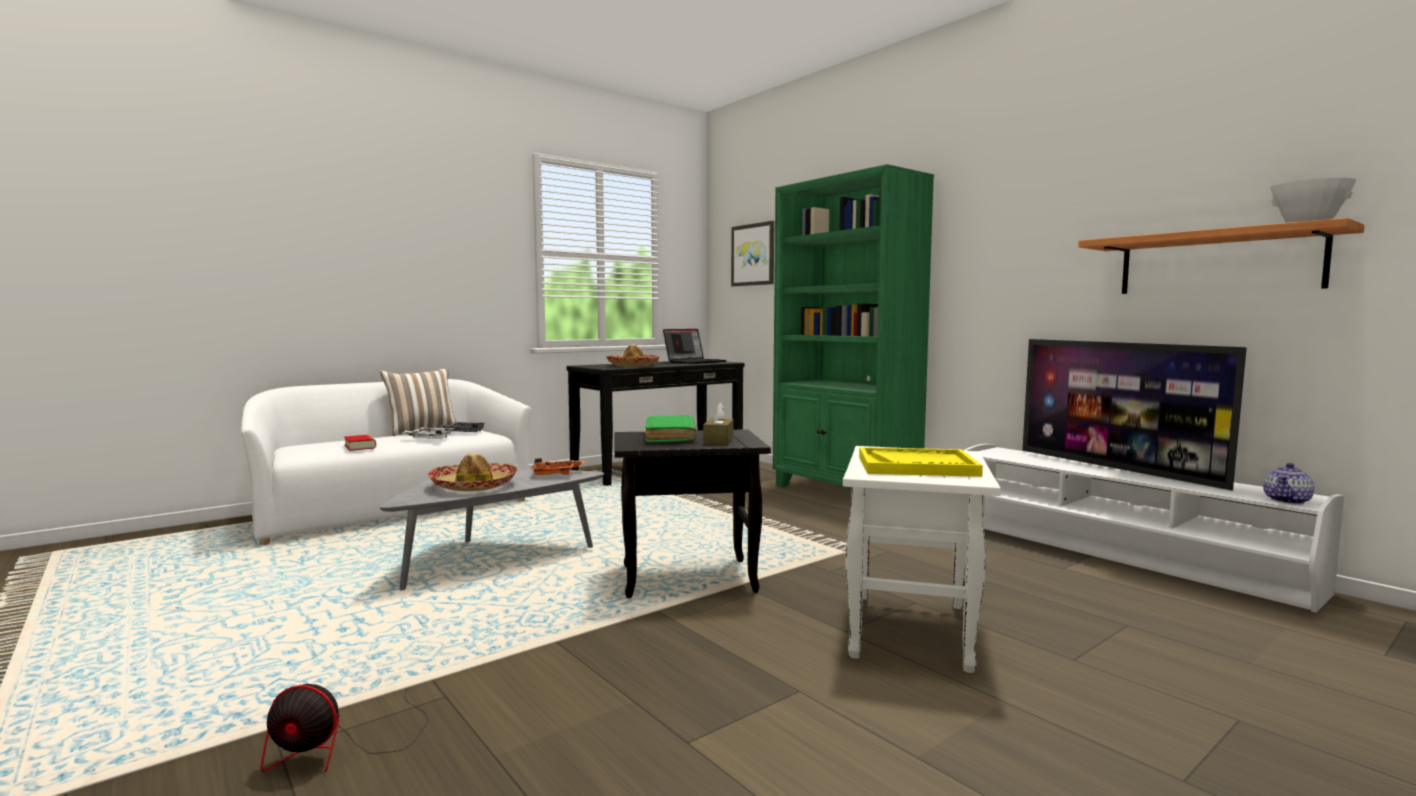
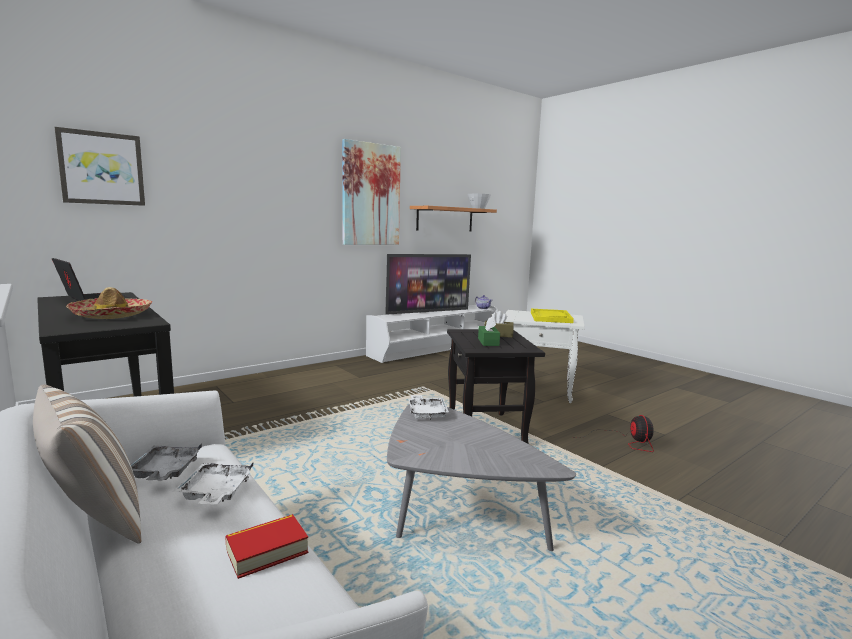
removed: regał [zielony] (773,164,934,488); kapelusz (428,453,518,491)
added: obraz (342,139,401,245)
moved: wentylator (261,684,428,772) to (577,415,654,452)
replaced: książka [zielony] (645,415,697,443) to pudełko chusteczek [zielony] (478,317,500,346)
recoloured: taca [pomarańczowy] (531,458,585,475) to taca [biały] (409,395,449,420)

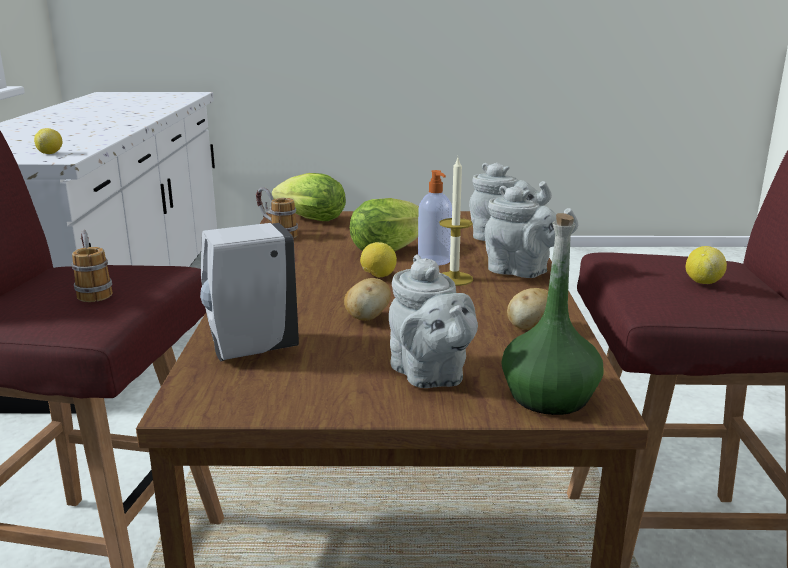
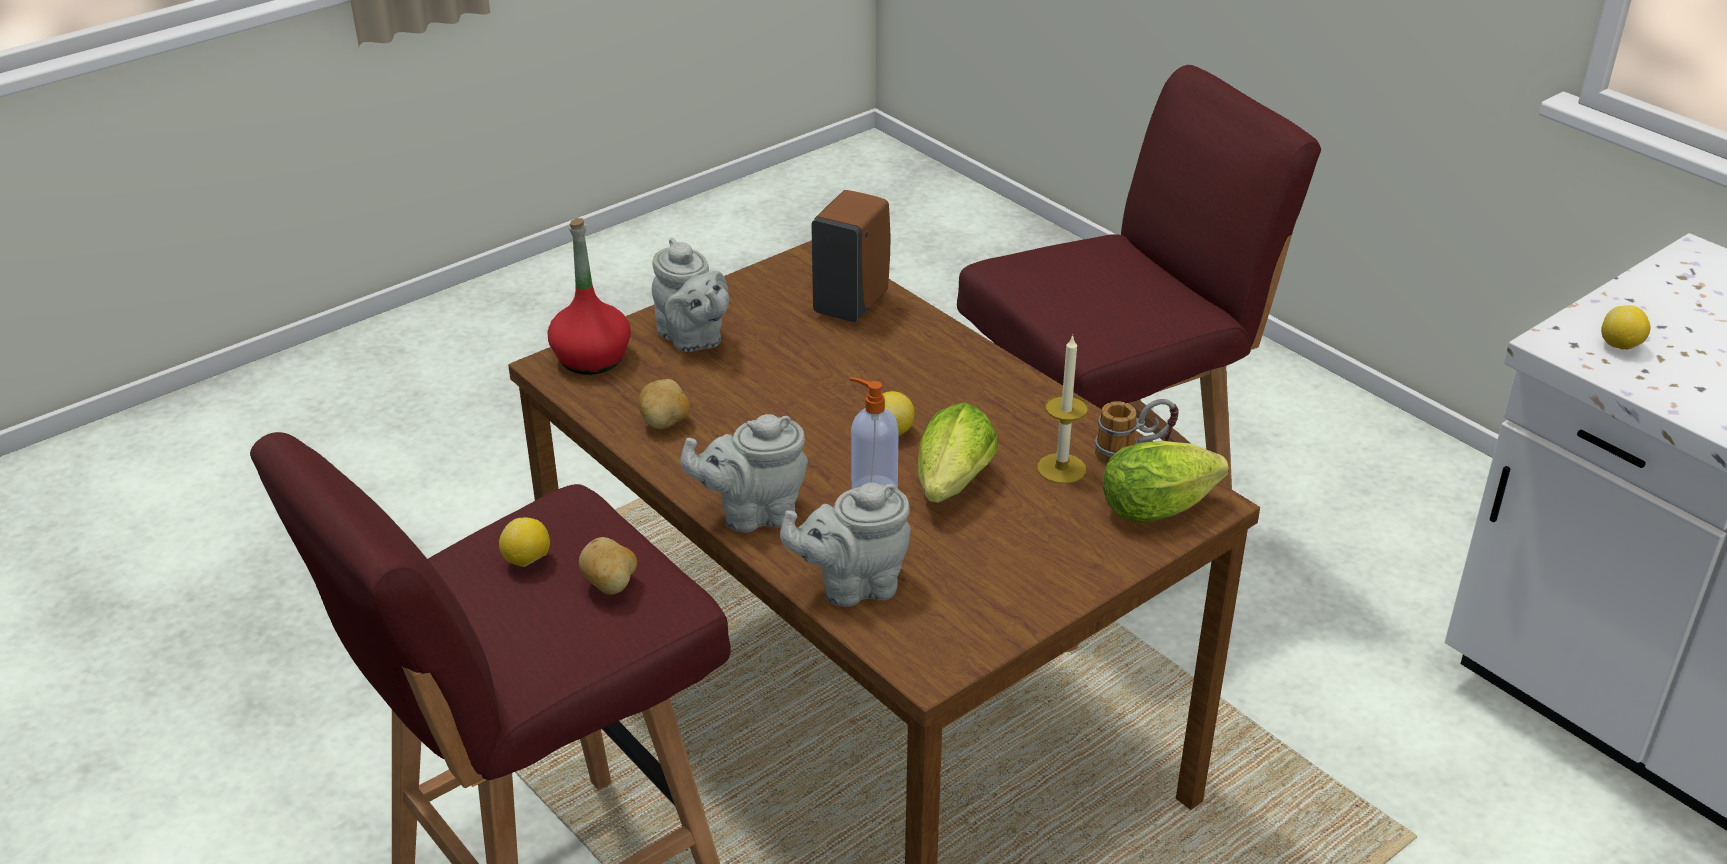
removed: kubek (71,230,113,302)
moved: świeca (439,158,473,286) to (1037,335,1088,484); ziemniak (344,278,391,321) to (579,537,637,595)
recoloured: butelka [zielony] (502,213,604,415) to butelka [czerwony] (547,218,631,375); dozownik mydła [biały] (200,223,299,361) to dozownik mydła [brązowy] (811,190,890,322)
turned: imbryk [szary] (389,254,478,388) = (652,237,729,352) 150 degrees counterclockwise

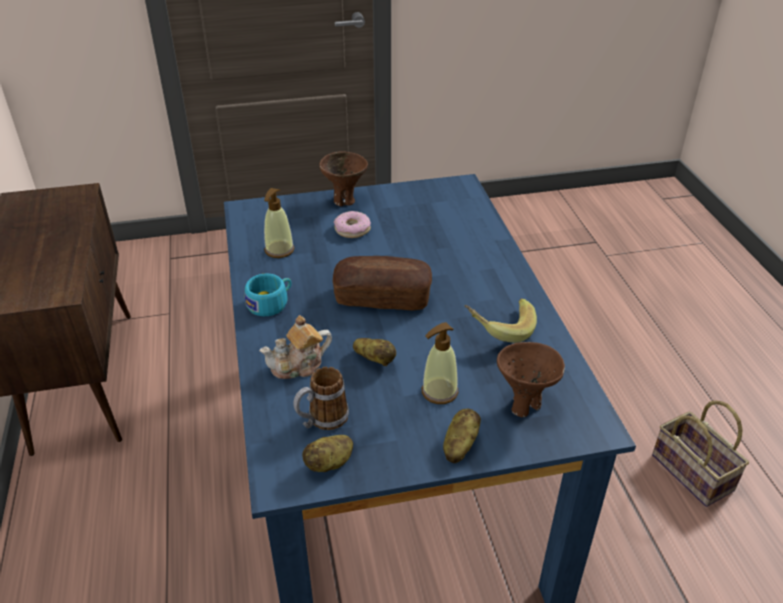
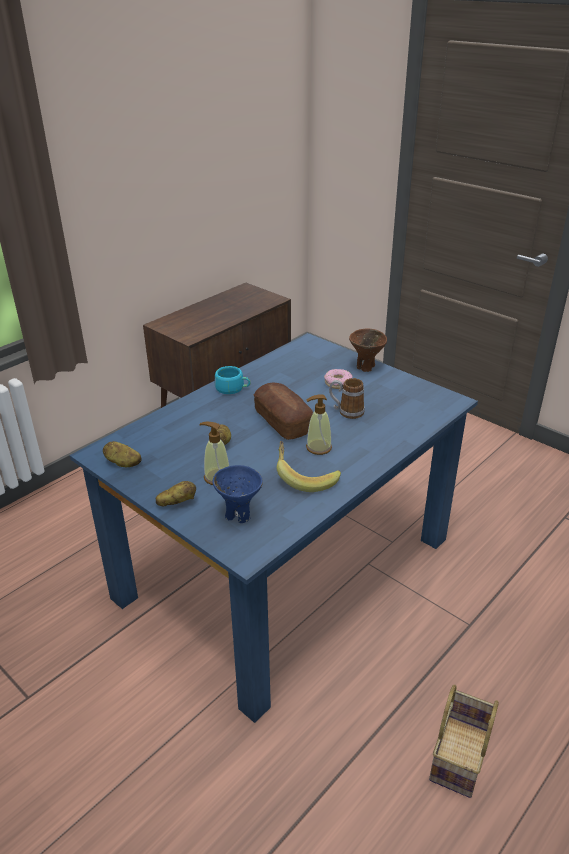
removed: imbryk (259,315,332,379)
moved: dozownik mydła (264,188,294,258) to (306,394,332,455); kubek (293,367,349,430) to (329,378,365,419)
recoloured: miska [brązowy] (497,342,565,417) to miska [niebieski] (212,465,263,523)

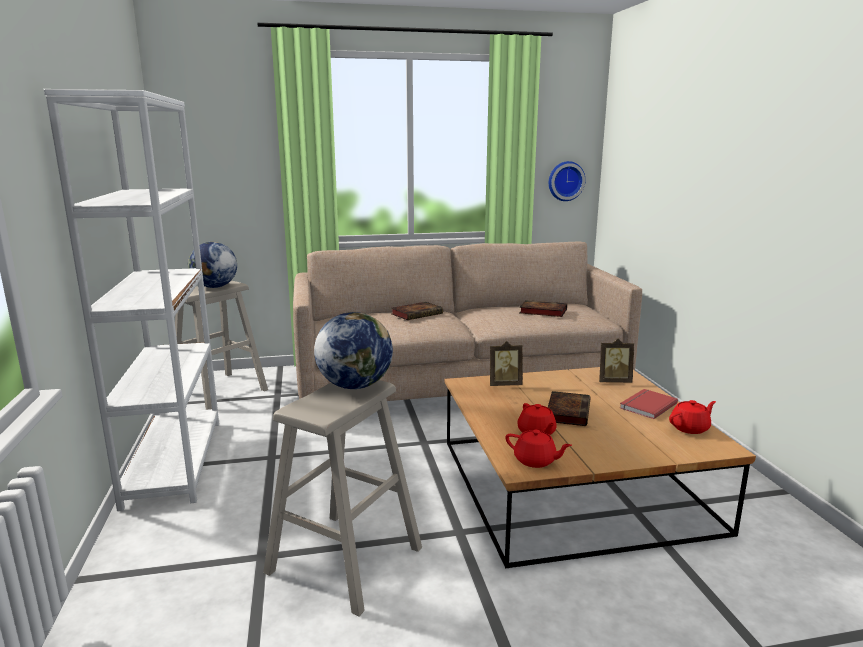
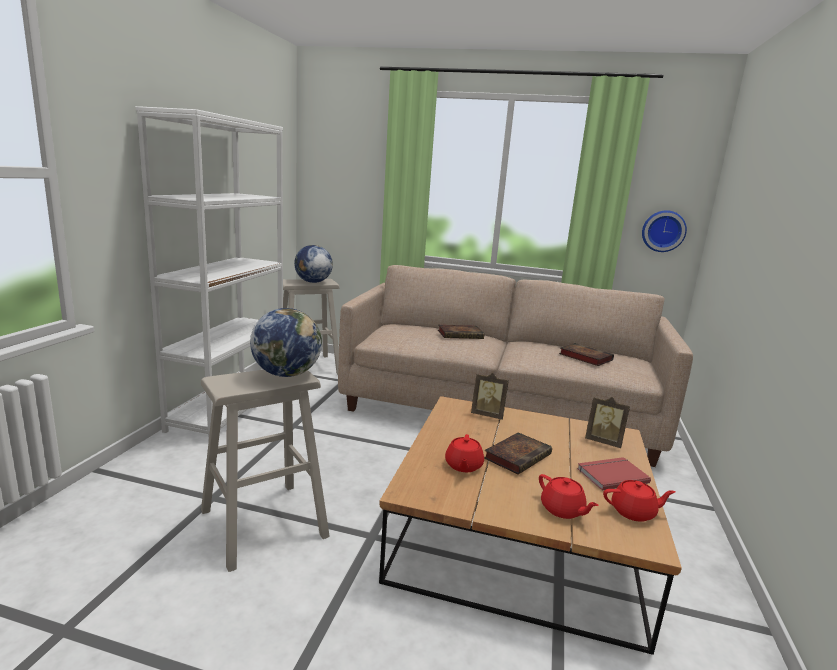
moved: imbryk [czerwony] (505,430,572,468) to (539,474,599,519)

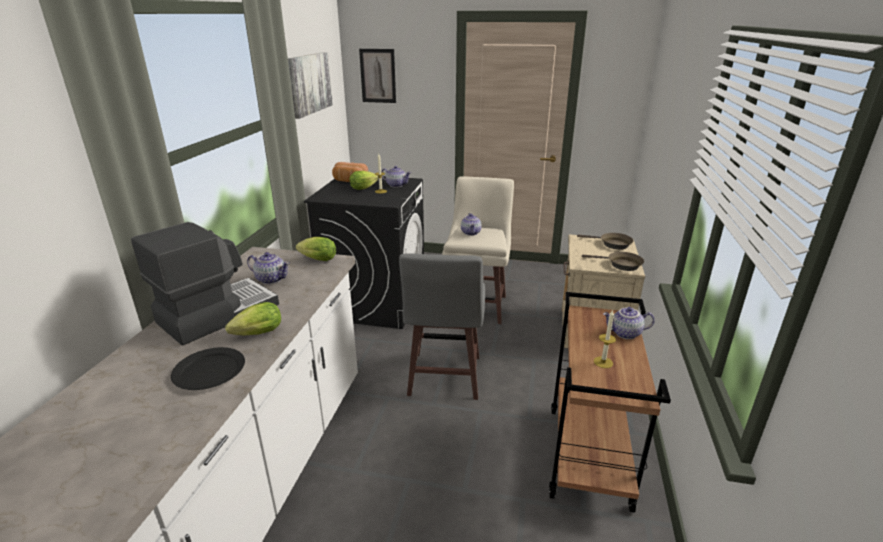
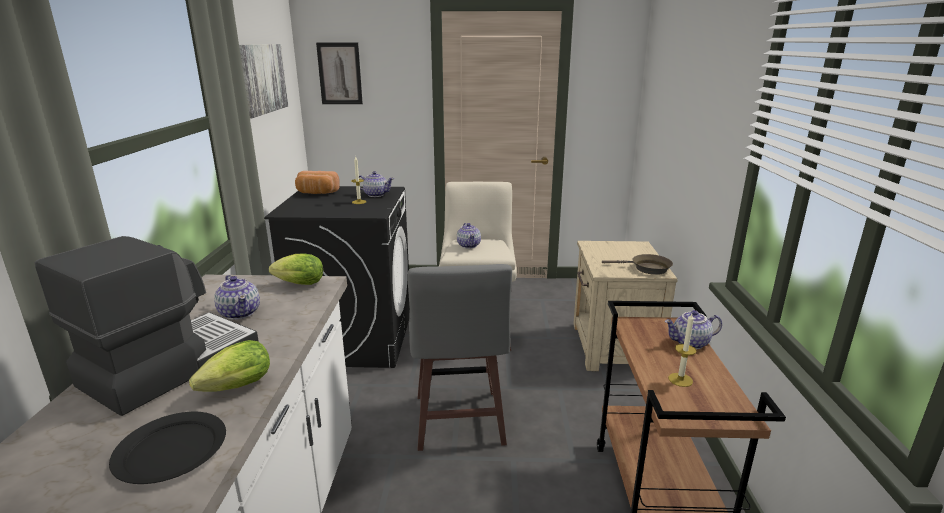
removed: sałata (350,171,378,190); patelnia [brązowy] (577,233,633,250)
turned: imbryk (247,252,290,284) = (214,275,260,320) 45 degrees clockwise

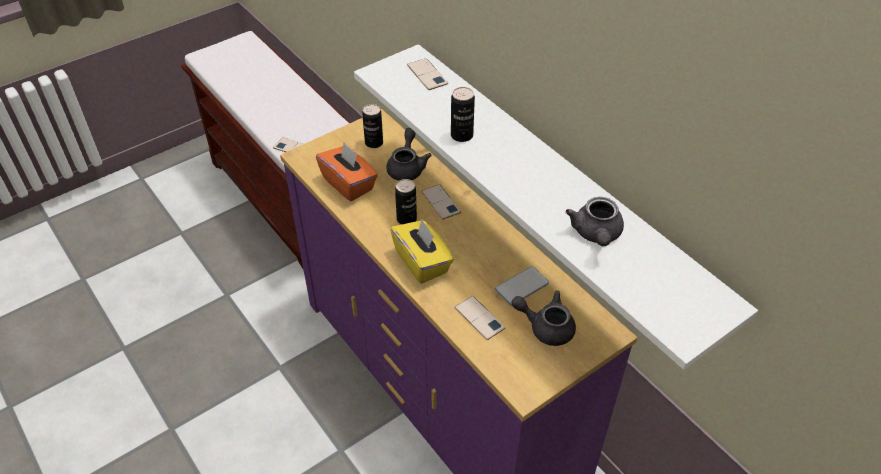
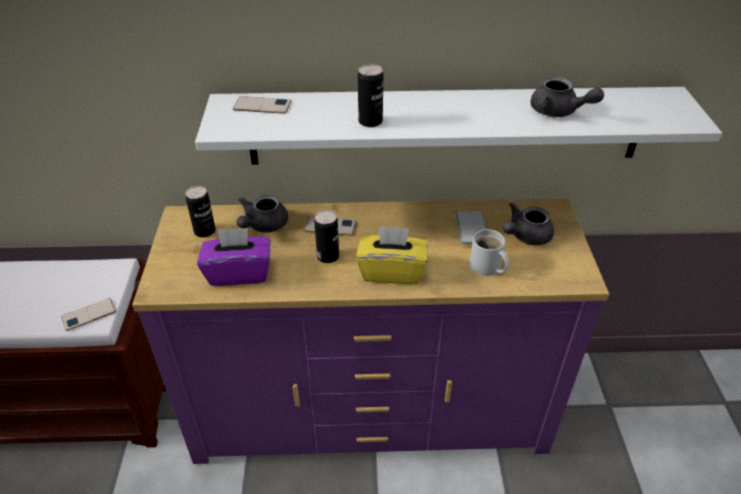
replaced: telefon (455,296,505,340) to kubek [biały] (470,229,509,276)
recoloured: pudełko chusteczek [pomarańczowy] (316,143,378,201) to pudełko chusteczek [fioletowy] (197,228,271,286)
turned: imbryk [szary] (386,128,432,181) = (237,195,288,233) 105 degrees counterclockwise

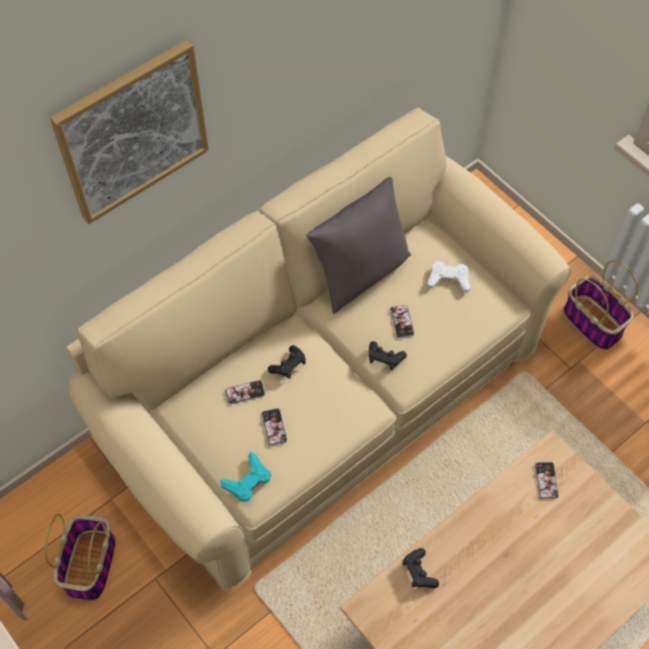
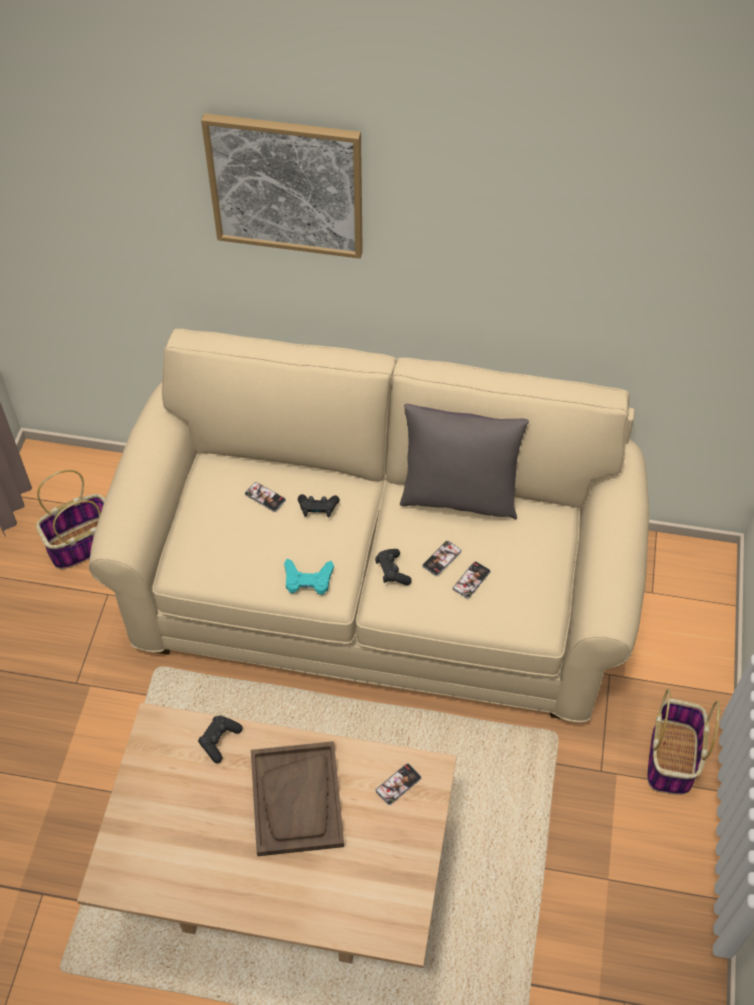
removed: pad do gier [biały] (427,261,470,293)
added: taca [brązowy] (251,741,344,856)
moved: telefon (262,408,287,446) to (453,561,491,599); pad do gier [turkusowy] (220,452,271,502) to (284,559,334,595)

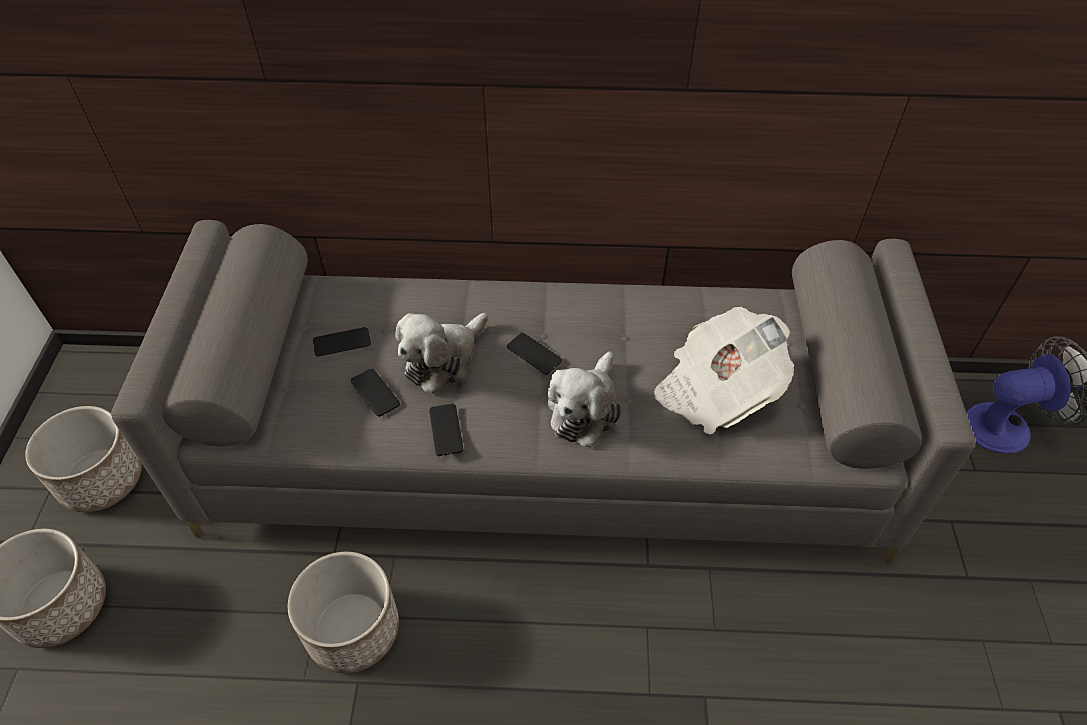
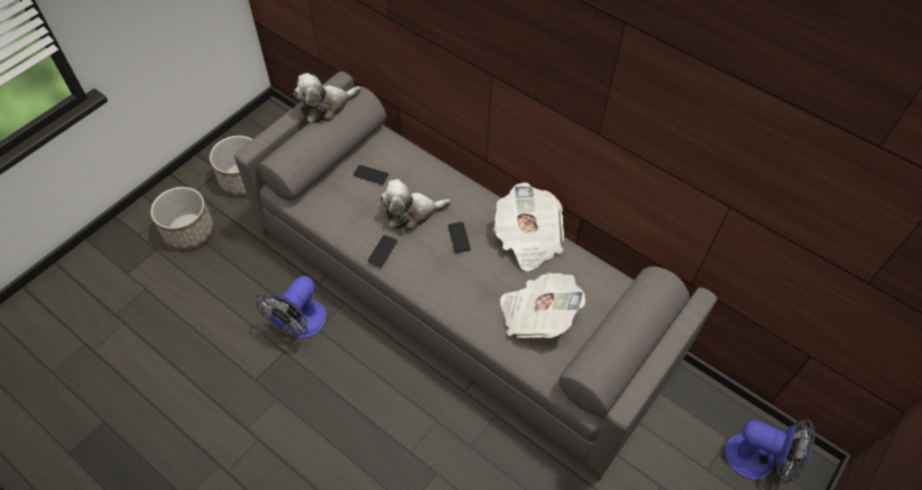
removed: telefon (351,368,400,417)
added: gazeta (494,183,564,272)
moved: pluszak (548,351,622,448) to (294,73,361,124)
replaced: donica (288,552,399,674) to wentylator (256,276,326,338)

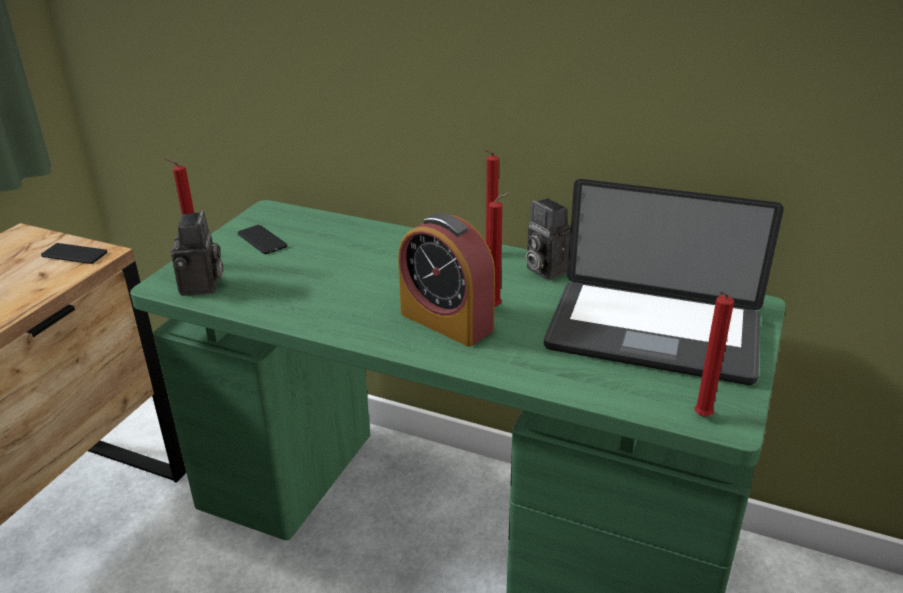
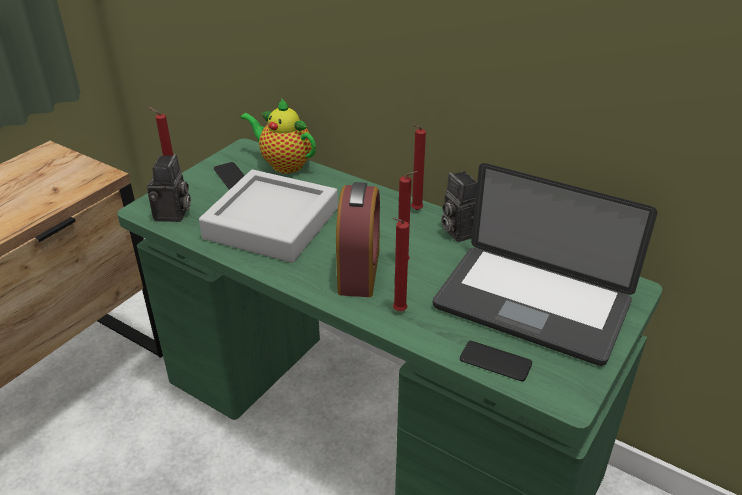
added: imbryk (240,98,316,174); taca [szary] (199,169,338,263)
moved: telefon (41,243,107,264) to (460,341,532,381); świeca [czerwony] (694,291,734,417) to (392,218,409,311)
turned: budzik (398,213,495,347) = (336,182,380,297) 135 degrees counterclockwise

